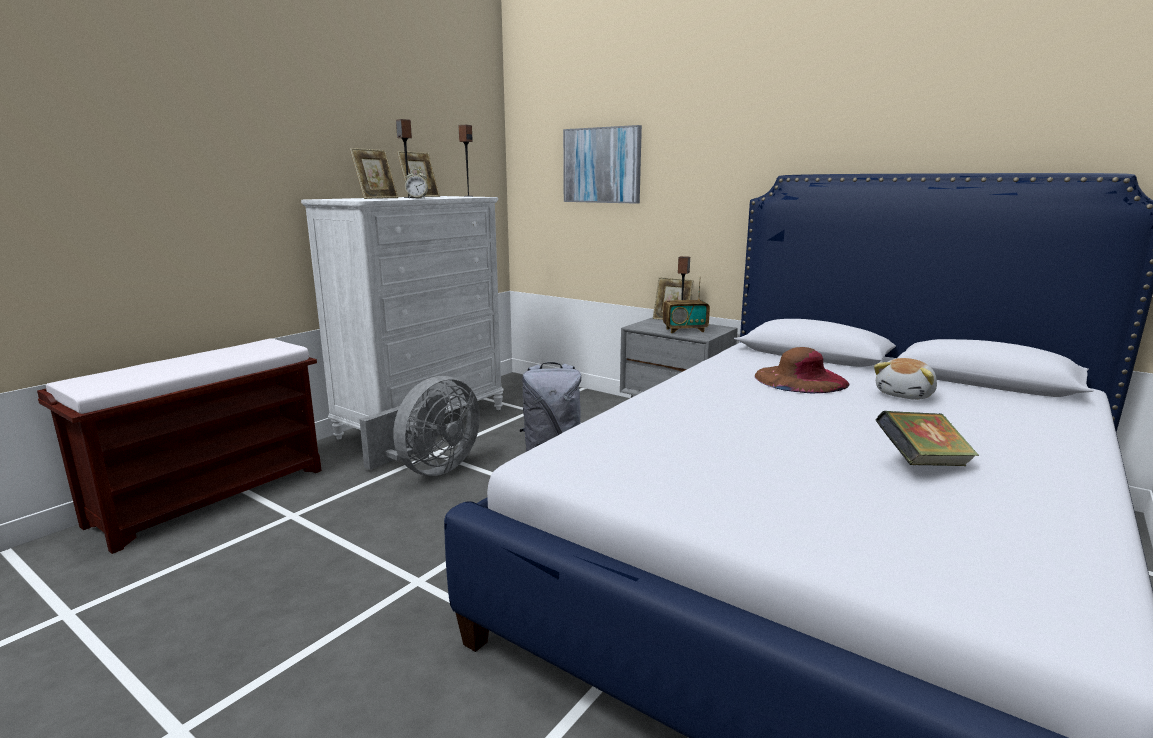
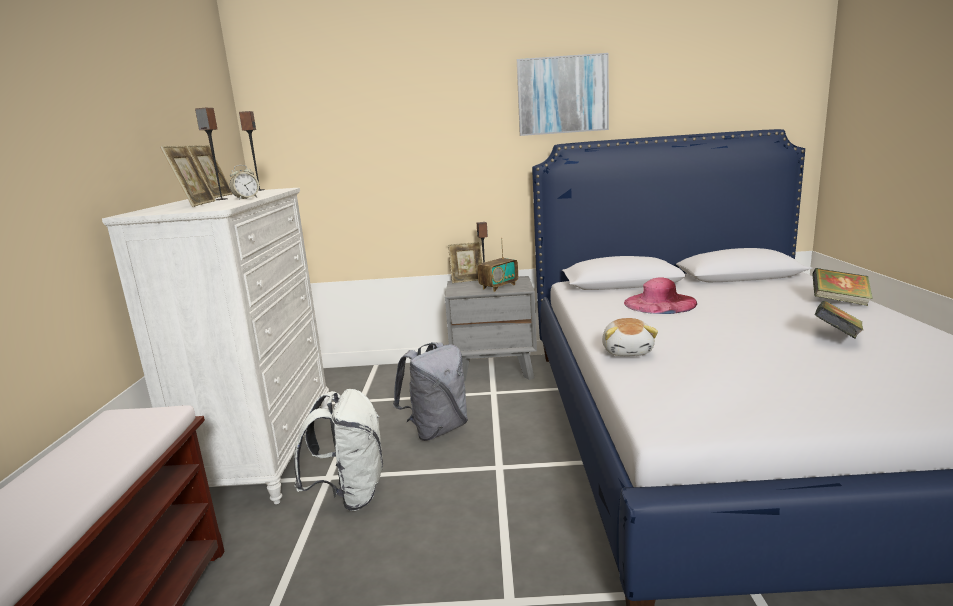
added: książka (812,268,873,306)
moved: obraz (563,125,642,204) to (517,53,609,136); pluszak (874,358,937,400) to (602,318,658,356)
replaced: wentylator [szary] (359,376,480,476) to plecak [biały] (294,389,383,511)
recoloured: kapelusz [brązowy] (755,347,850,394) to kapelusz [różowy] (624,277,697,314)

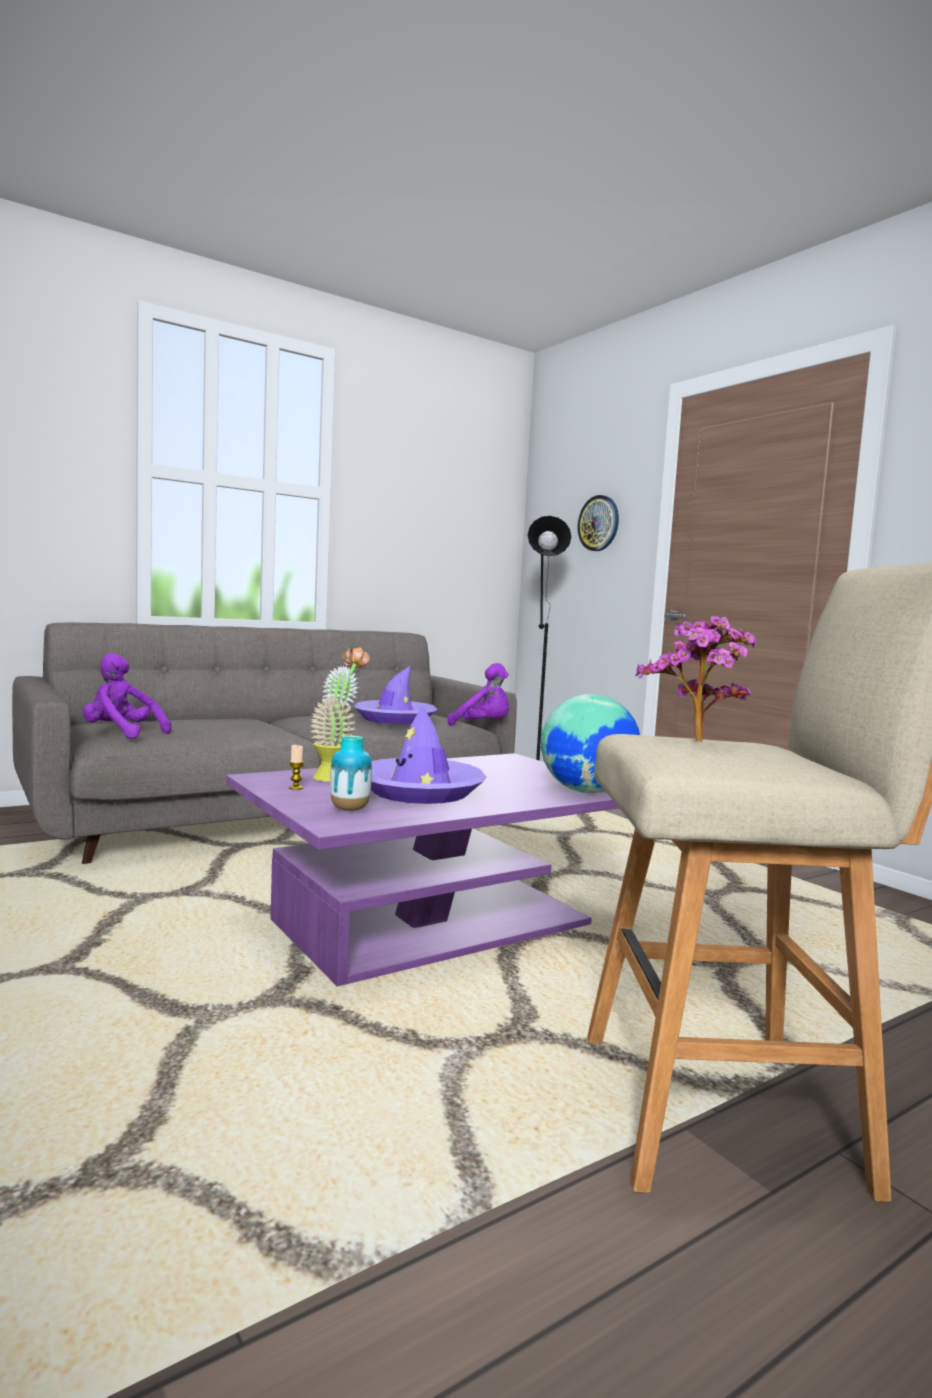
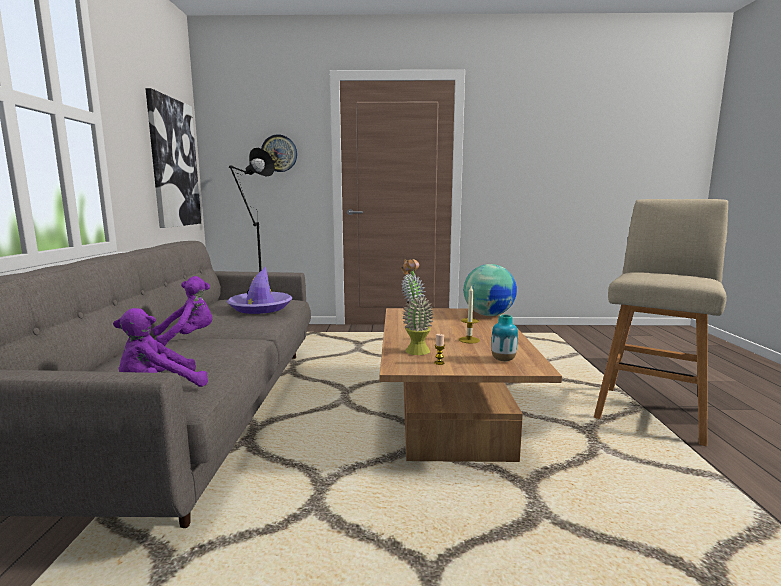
removed: roślina doniczkowa (635,616,756,742)
added: obraz (145,88,201,228)
moved: pluszak [fioletowy] (448,663,509,726) to (153,276,212,346)
replaced: kapelusz [fioletowy] (371,705,487,804) to świeca (459,286,480,344)
recoloured: ława [fioletowy] (226,753,619,986) to ława [brązowy] (380,308,562,462)

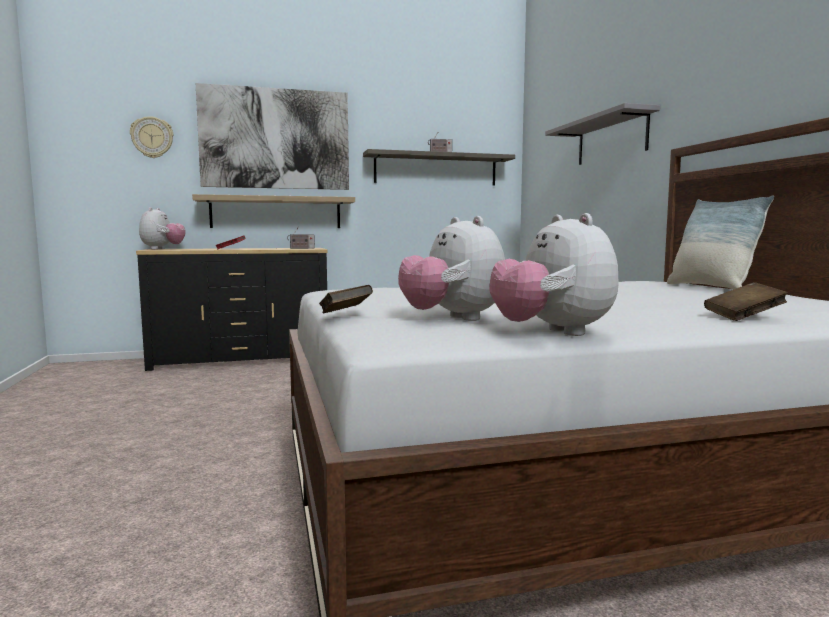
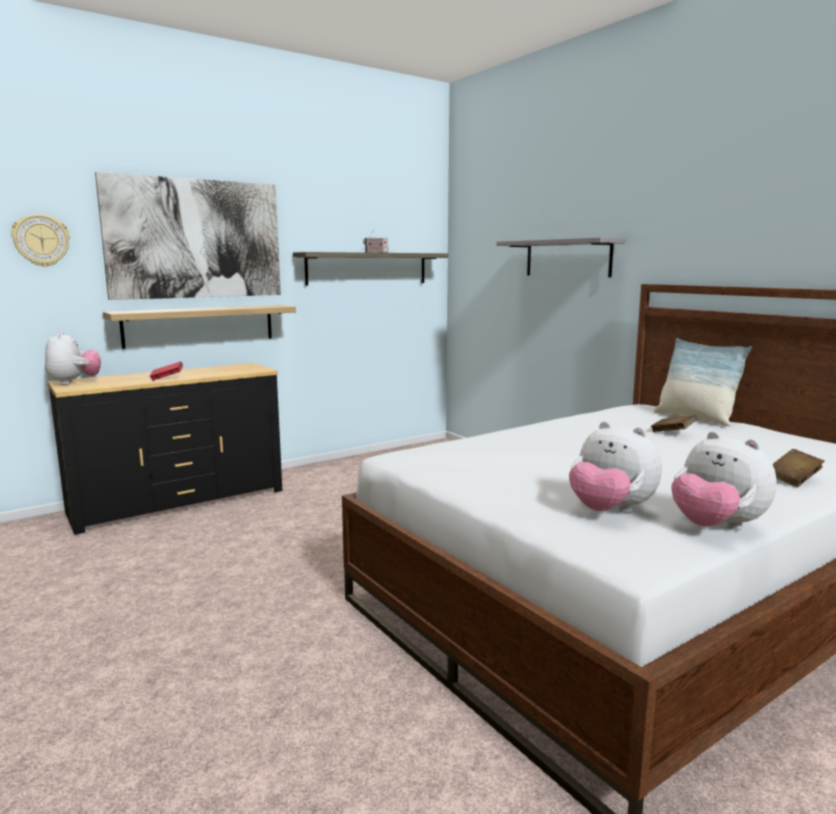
removed: radio (287,226,315,249)
moved: książka [brązowy] (319,285,373,313) to (651,415,697,432)

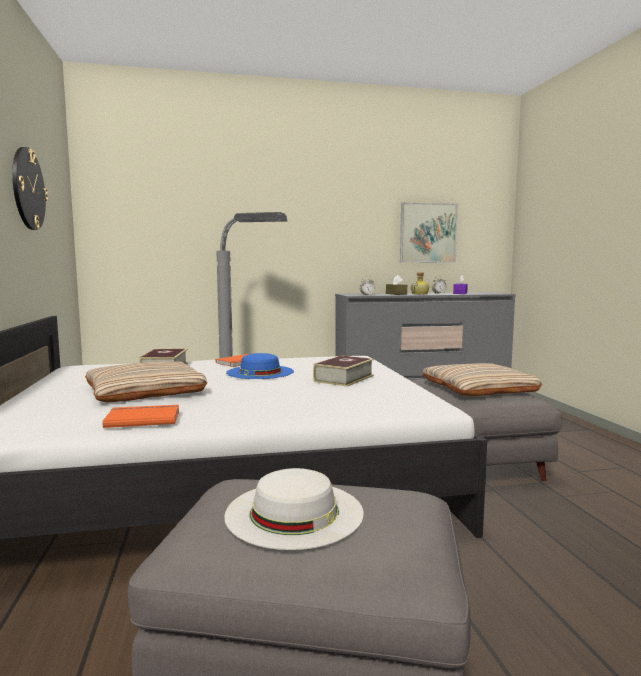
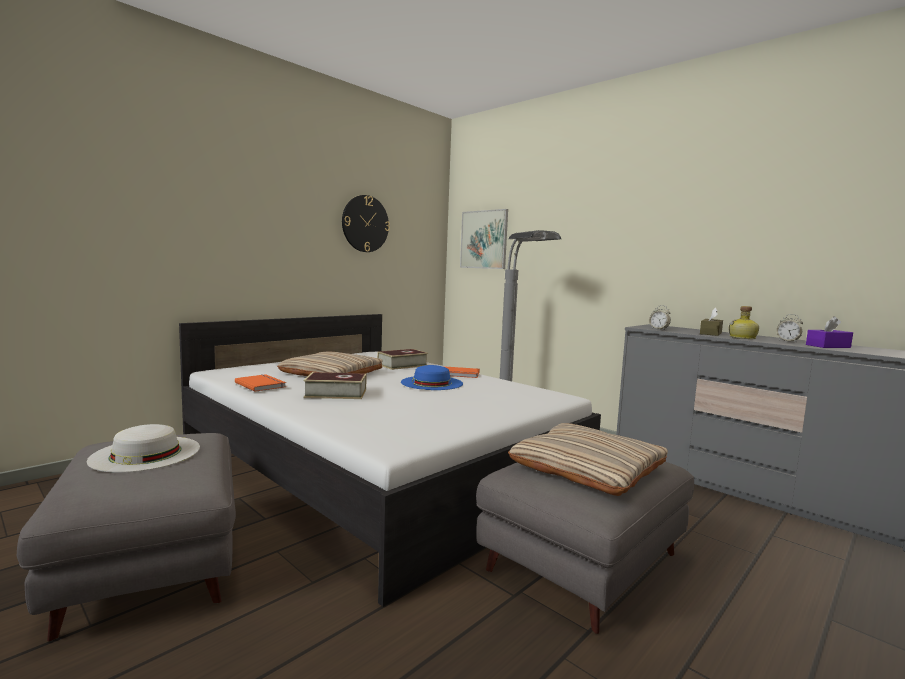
moved: obraz (400,202,458,263) to (460,209,508,269); książka (313,355,374,387) to (304,372,366,399)

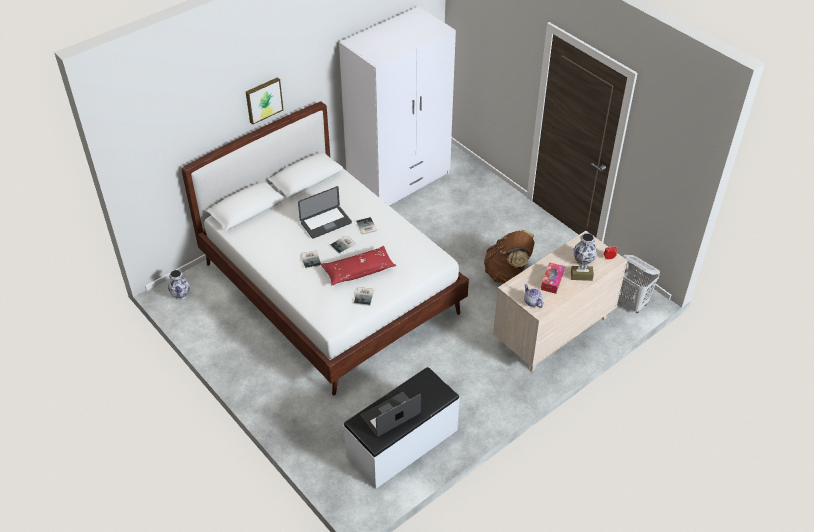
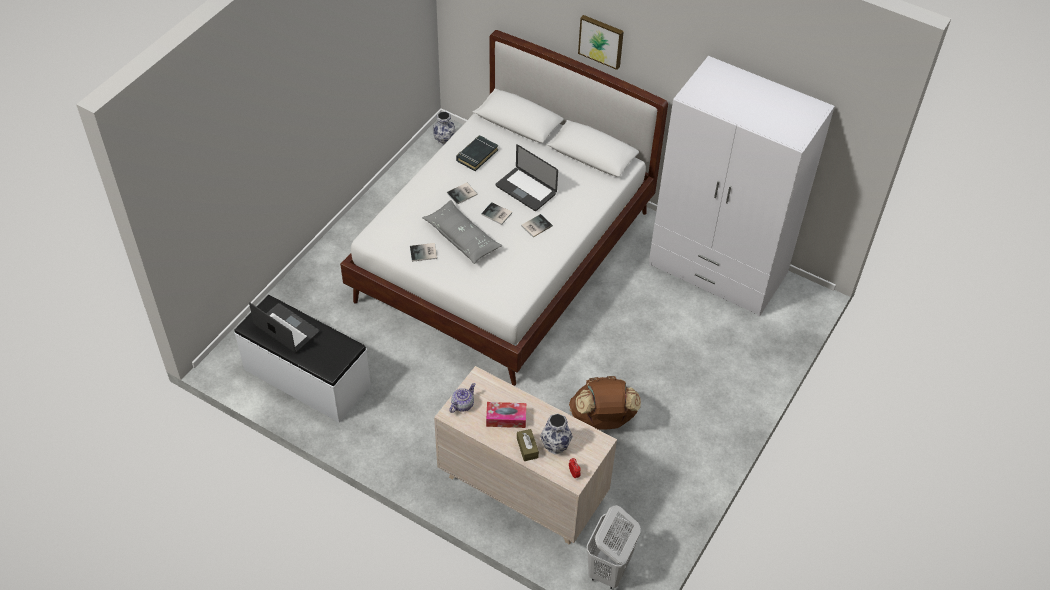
added: książka [czarny] (456,135,498,171)
recoloured: poduszka [czerwony] (321,246,396,286) to poduszka [szary] (422,200,502,264)

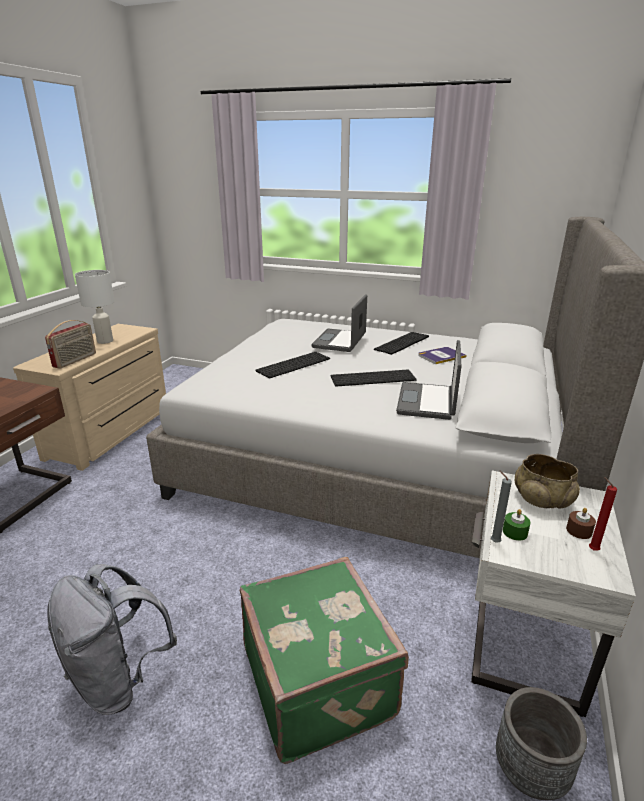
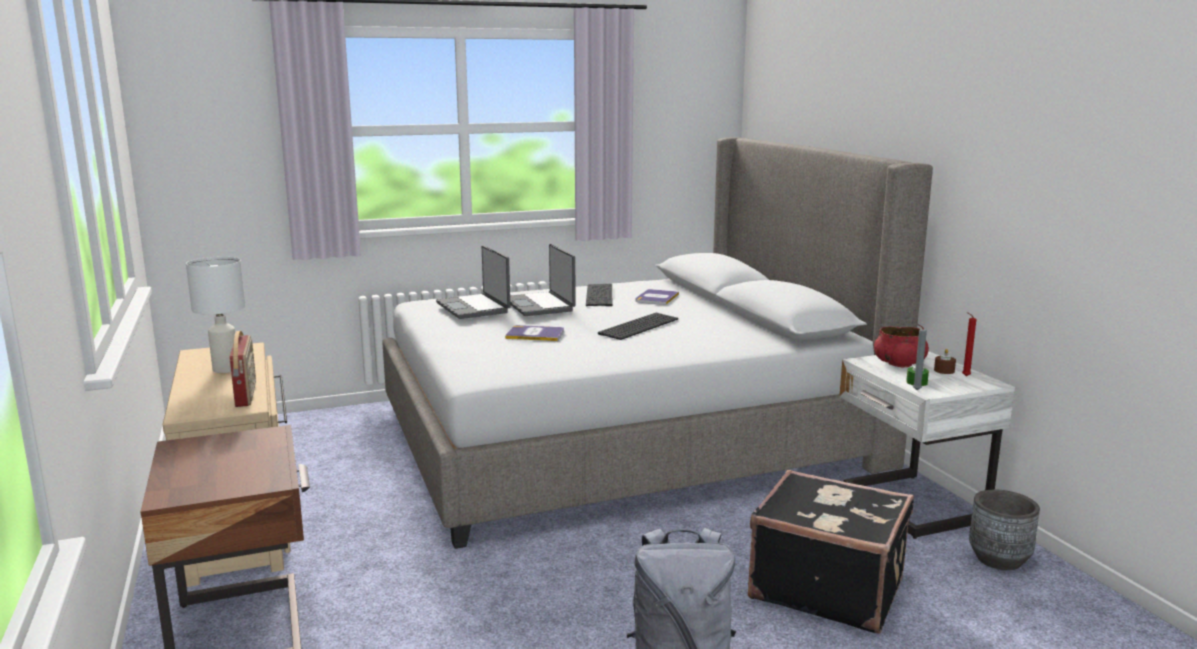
moved: laptop (396,340,461,420) to (436,245,510,319)
replaced: klawiatura (256,352,330,378) to książka (505,325,564,341)
recoloured: miska [beżowy] (515,454,580,509) to miska [czerwony] (874,327,929,367); walizka [zielony] (240,557,409,764) to walizka [czarny] (748,470,914,634)

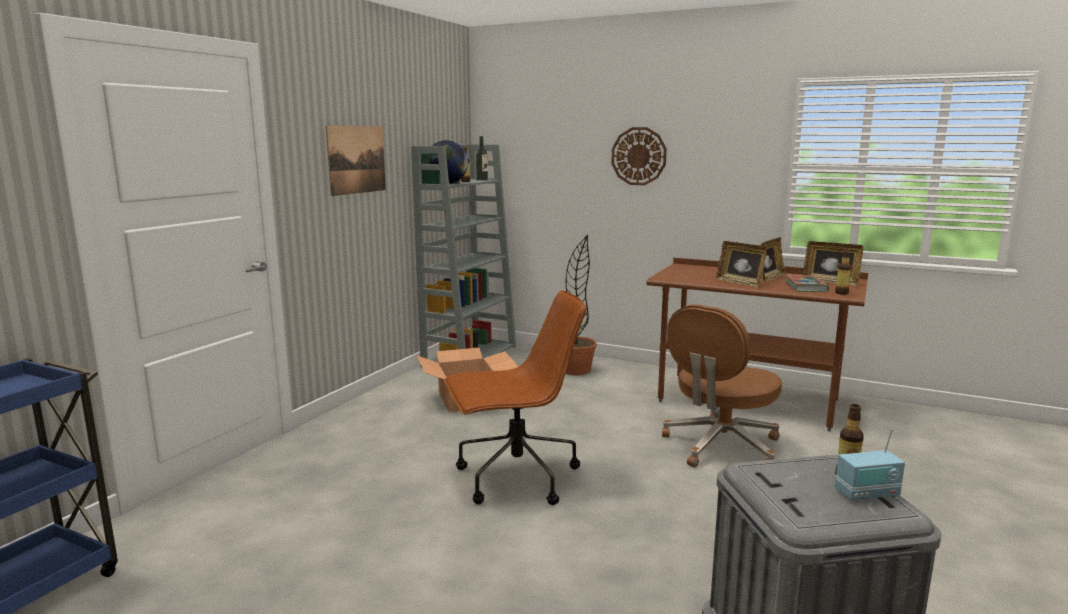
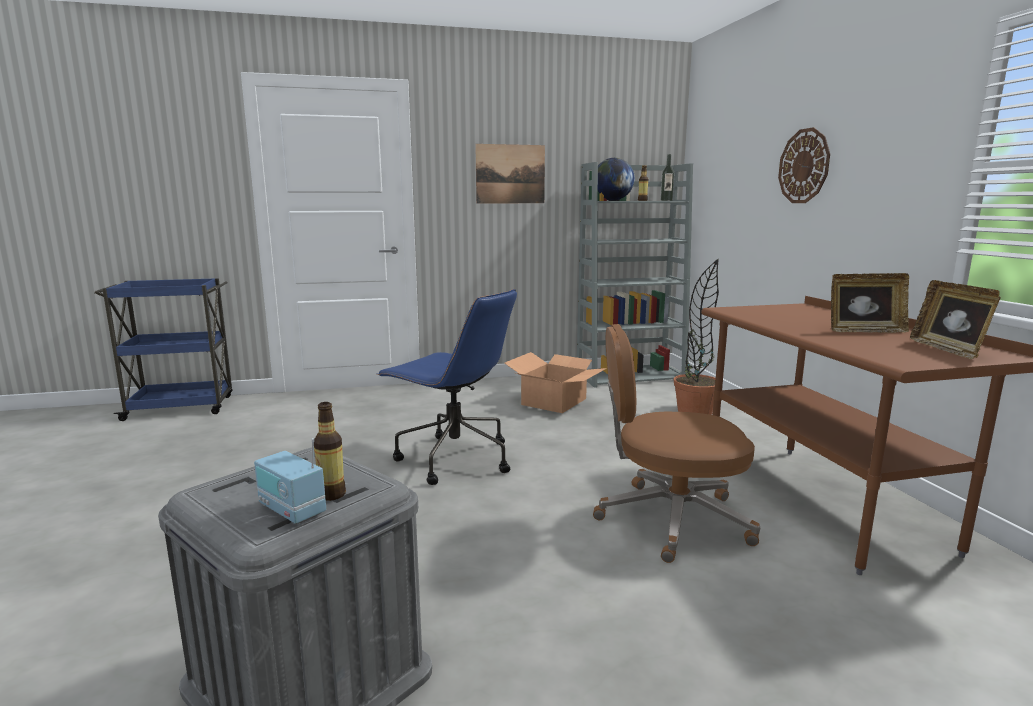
removed: ramka na zdjęcie (716,241,767,288); butelka (835,249,852,295); książka (785,275,829,292)
recoloured: krzesło biurowe [brązowy] (444,290,587,505) to krzesło biurowe [niebieski] (377,289,517,485)

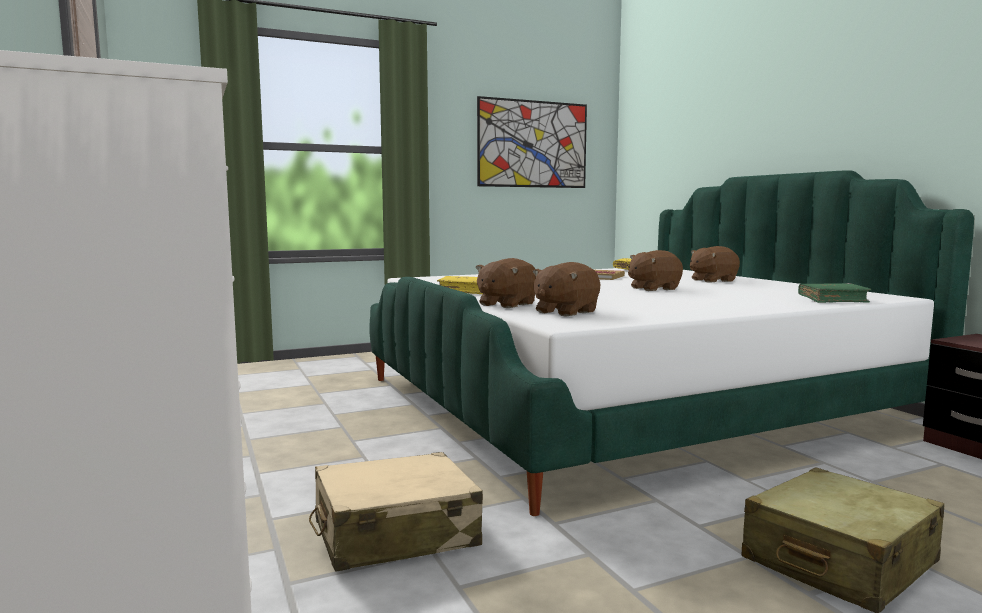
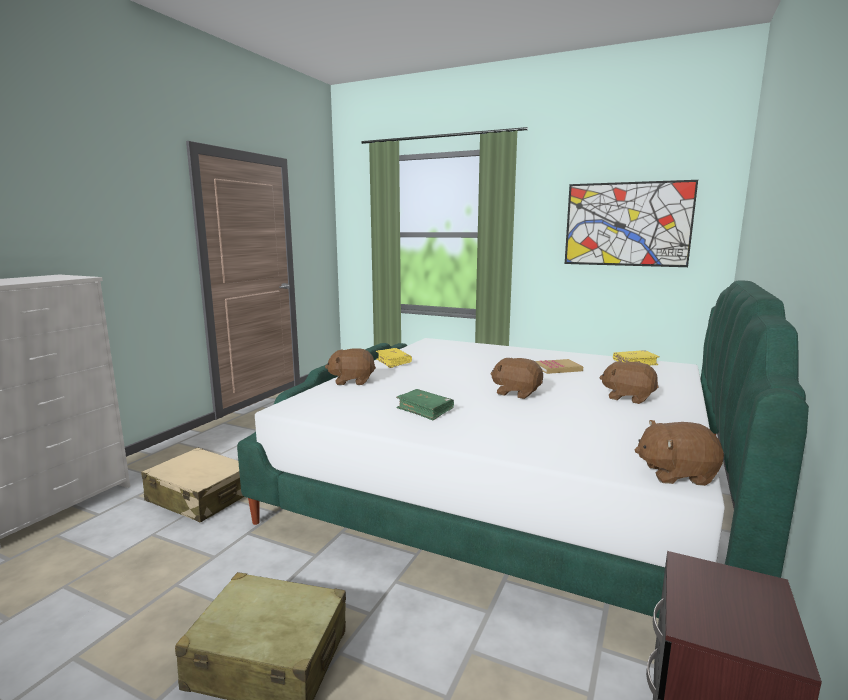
moved: pluszak [brązowy] (532,262,600,317) to (635,420,724,486); książka [zielony] (798,283,871,303) to (396,389,454,421)

